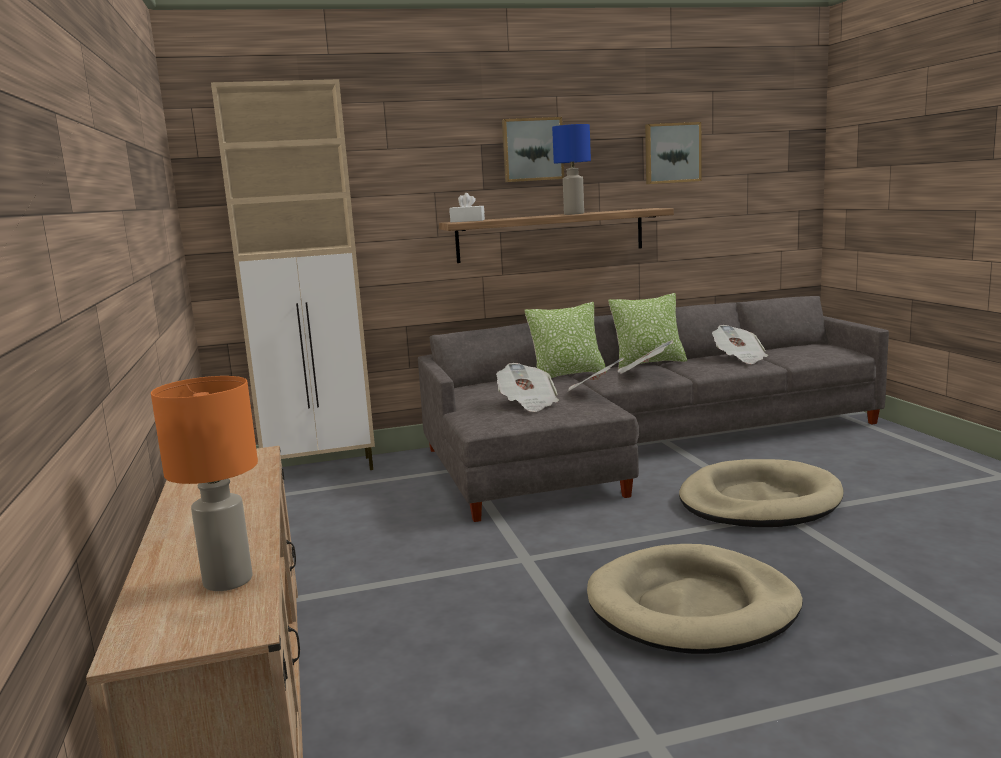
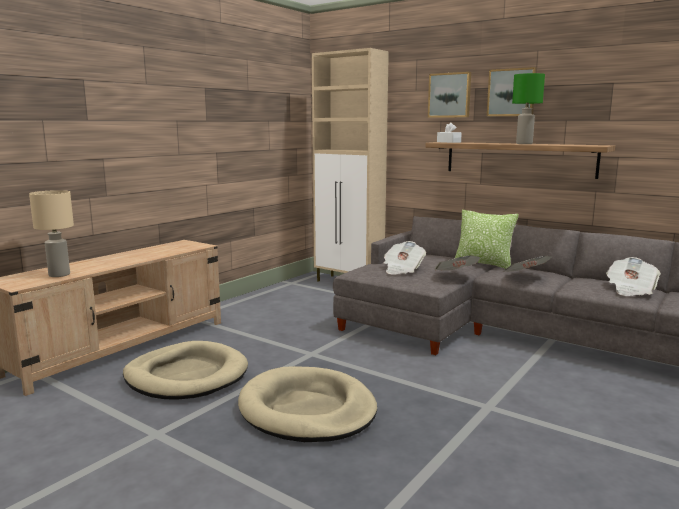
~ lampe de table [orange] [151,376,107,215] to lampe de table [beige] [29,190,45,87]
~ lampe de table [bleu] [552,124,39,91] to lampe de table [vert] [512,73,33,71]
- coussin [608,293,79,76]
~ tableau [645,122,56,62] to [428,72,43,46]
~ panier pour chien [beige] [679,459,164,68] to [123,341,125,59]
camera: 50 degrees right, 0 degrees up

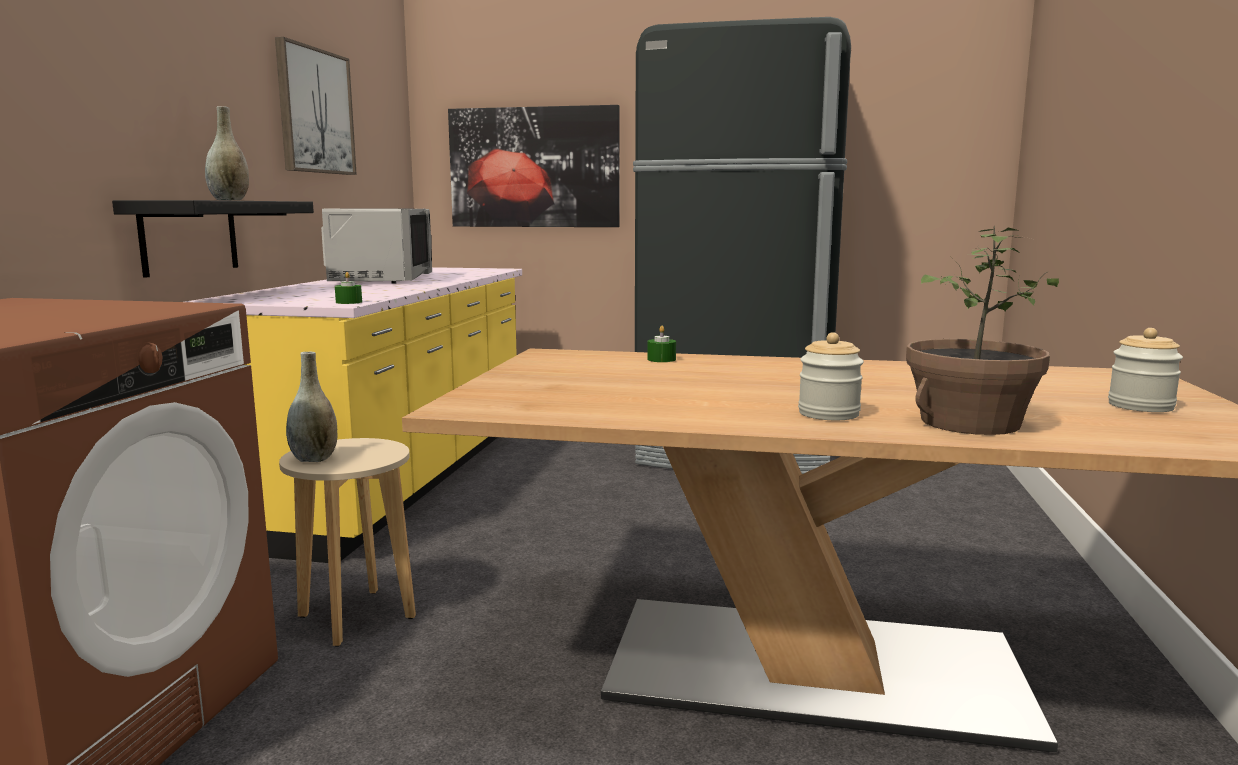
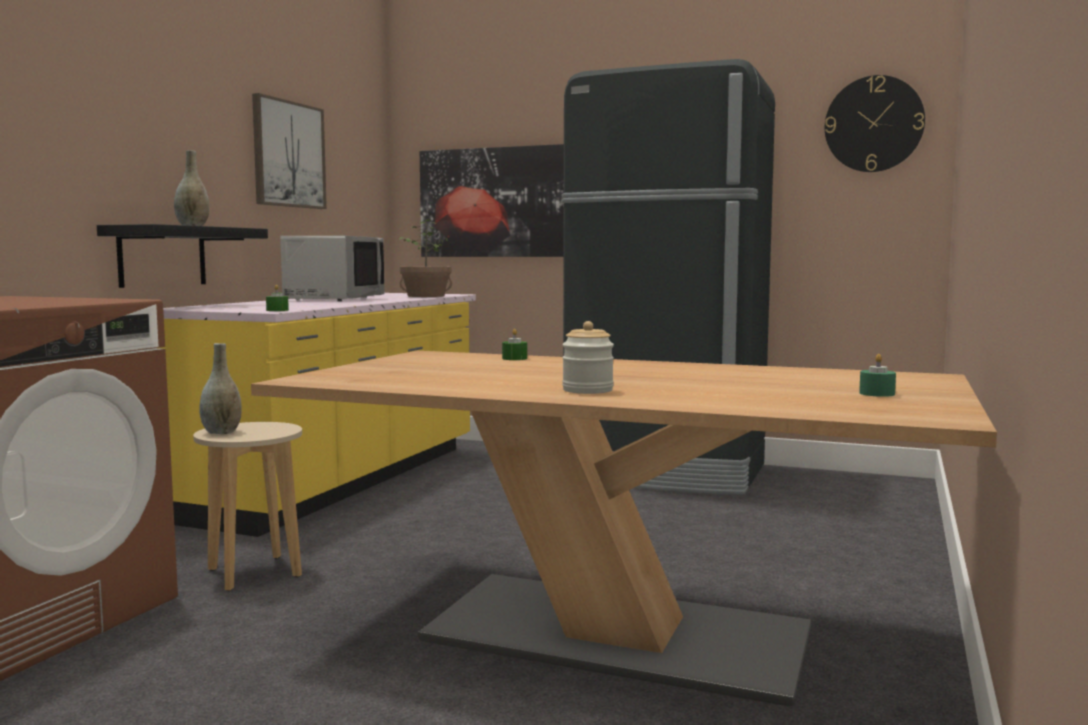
~ plante en pot [906,226,153,209] to [398,219,54,78]
~ bocal [1108,328,75,84] to bougie [vert] [859,354,37,43]
+ horloge murale [825,75,100,97]
camera: 10 degrees right, 5 degrees down

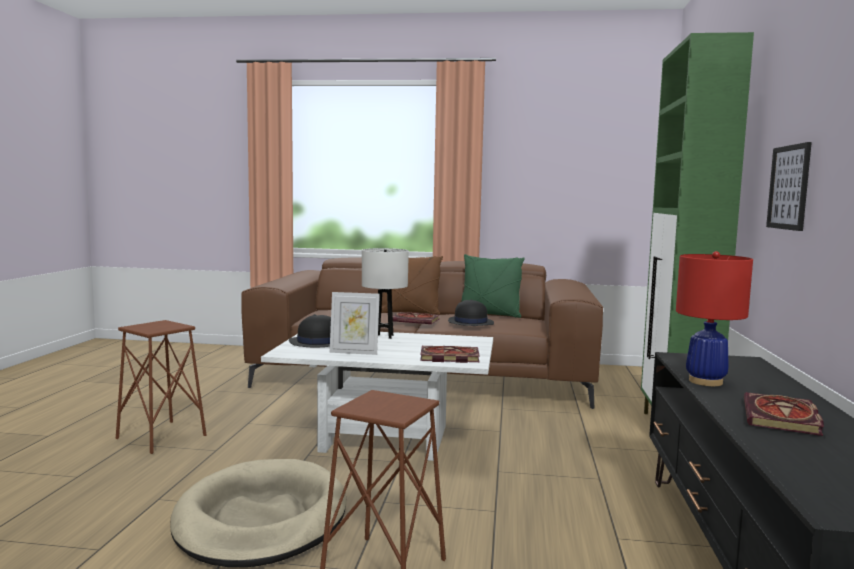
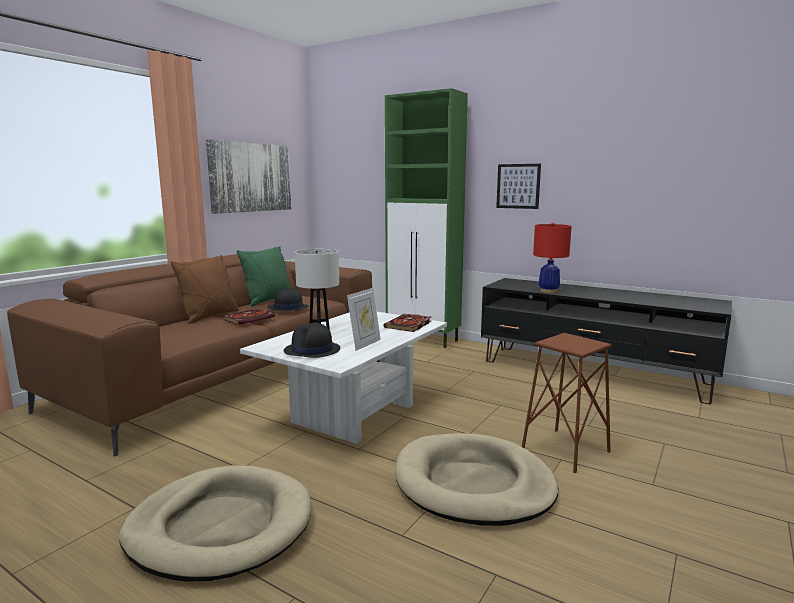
~ tabouret [marron] [116,320,90,134] to panier pour chien [beige] [119,465,192,117]
- livre [744,392,80,44]
+ tableau [206,140,85,74]
camera: 65 degrees left, 5 degrees up

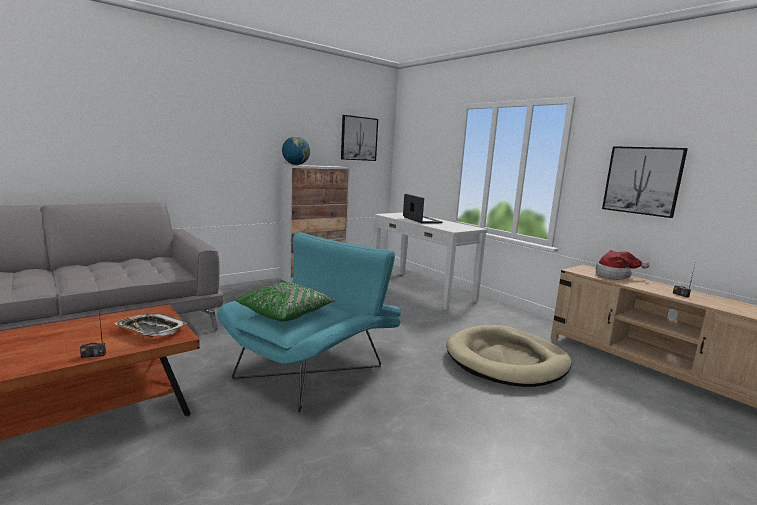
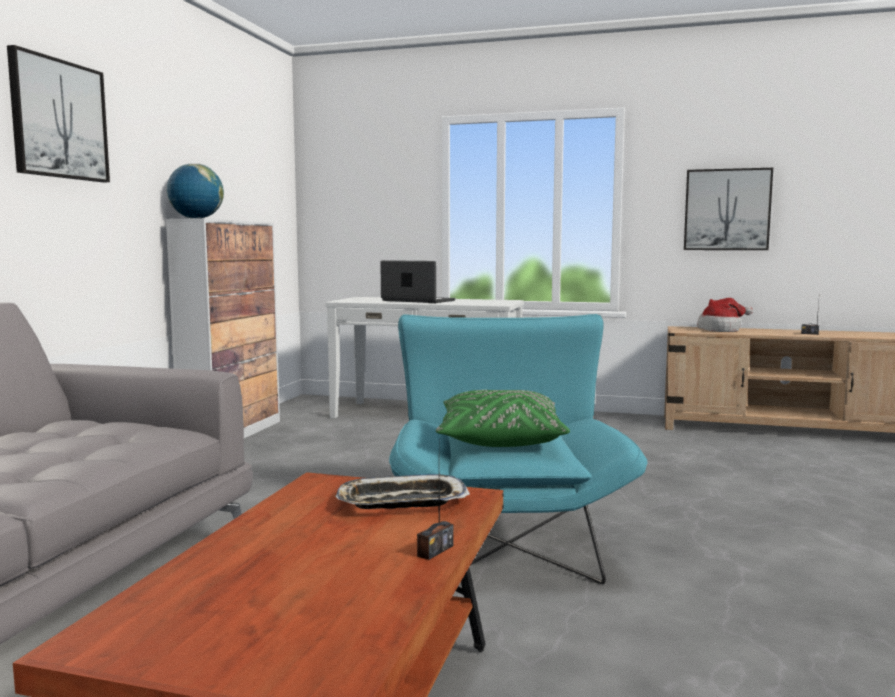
~ tableau [341,115,37,46] to [7,45,103,137]
- panier pour chien [beige] [446,325,125,62]
camera: 35 degrees left, 5 degrees down

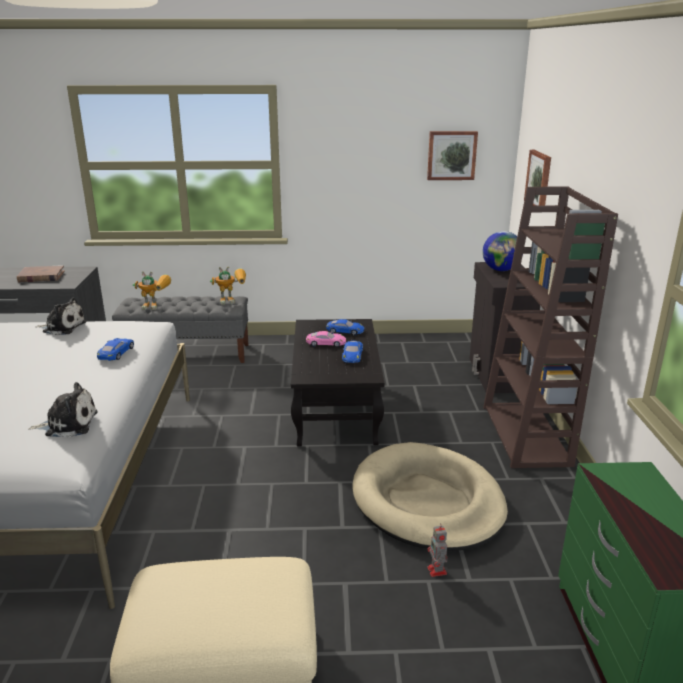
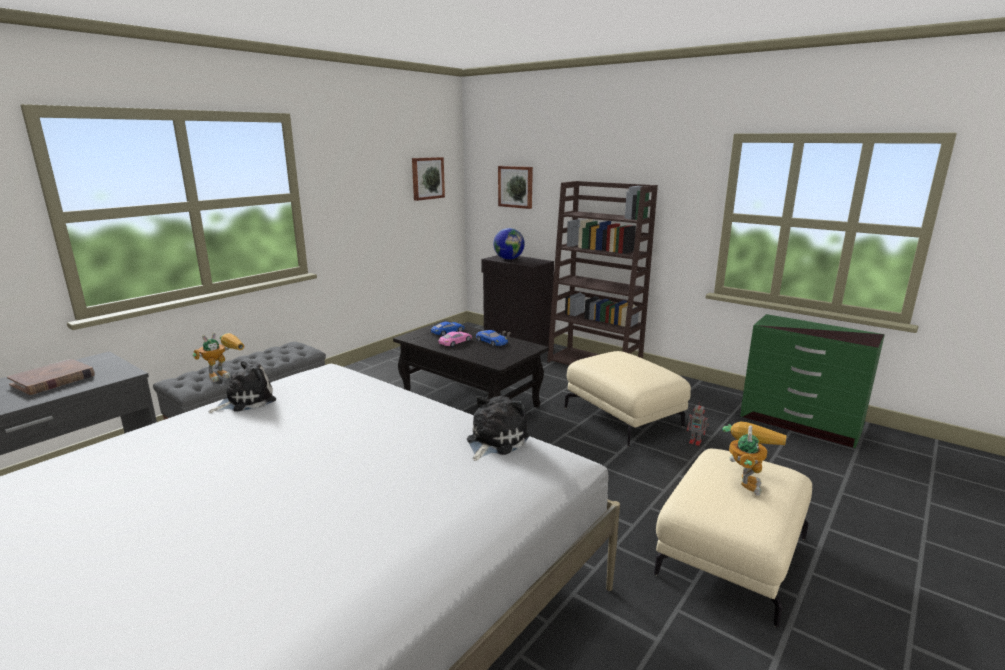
- petite voiture [bleu] [97,338,37,23]
~ robot jouet [210,266,36,39] to [723,422,64,74]
~ panier pour chien [beige] [352,442,156,109] to pouf [beige] [565,351,126,96]
camera: 50 degrees left, 5 degrees down

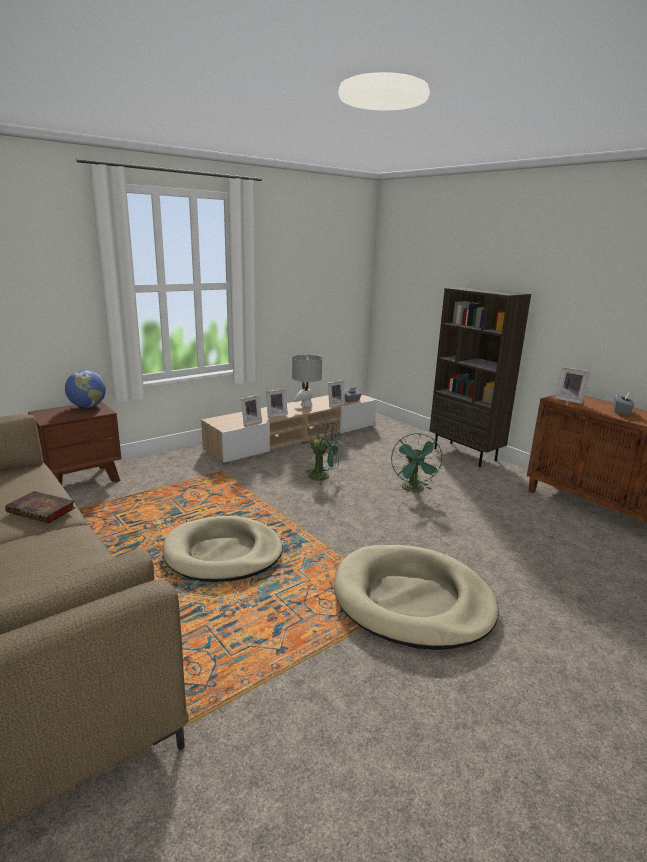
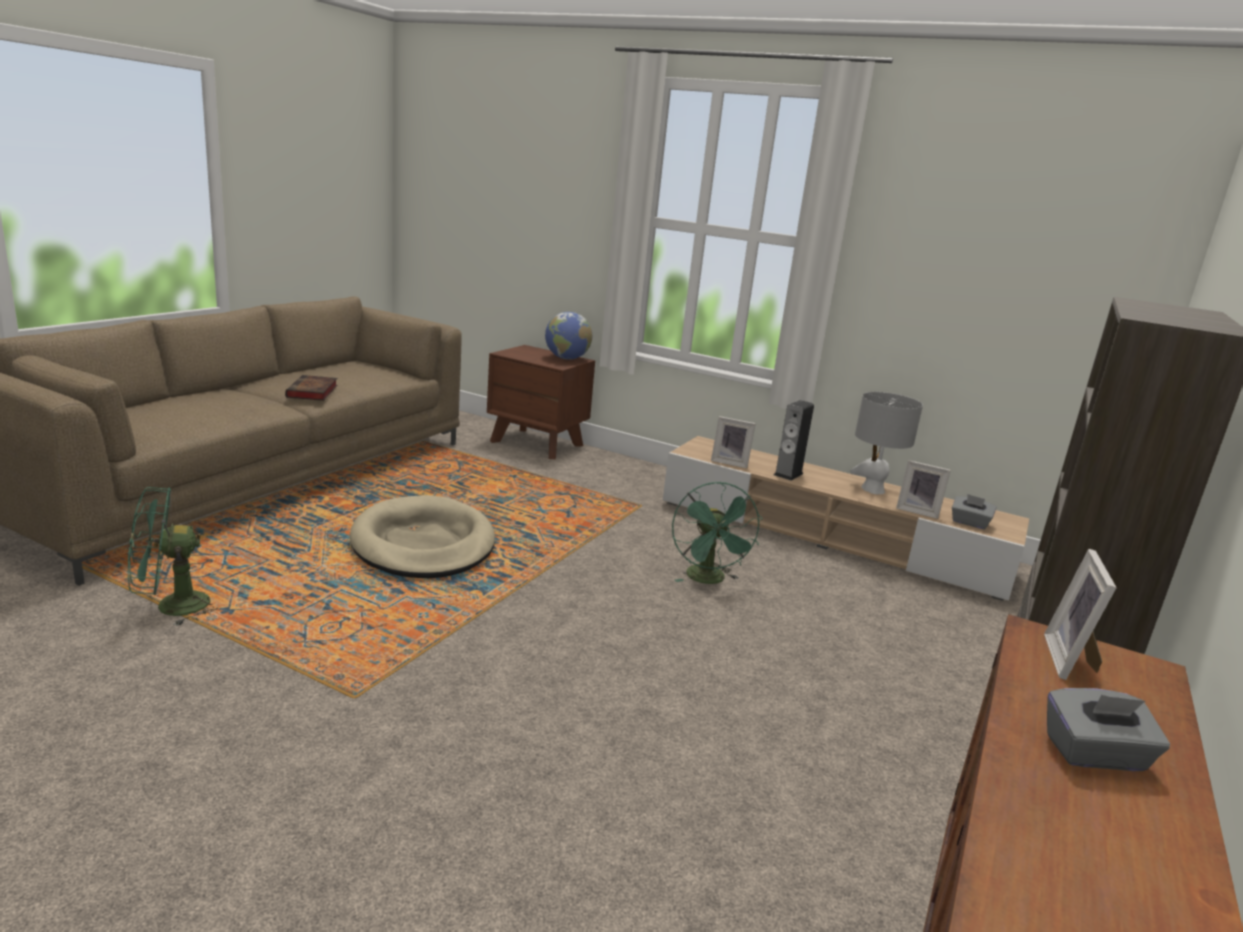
~ cadre photo [266,389,22,29] to enceinte [774,400,40,81]
- panier pour chien [beige] [334,545,165,105]
~ ventilateur [vert] [391,433,52,59] to [128,487,90,139]
camera: 65 degrees right, 0 degrees up

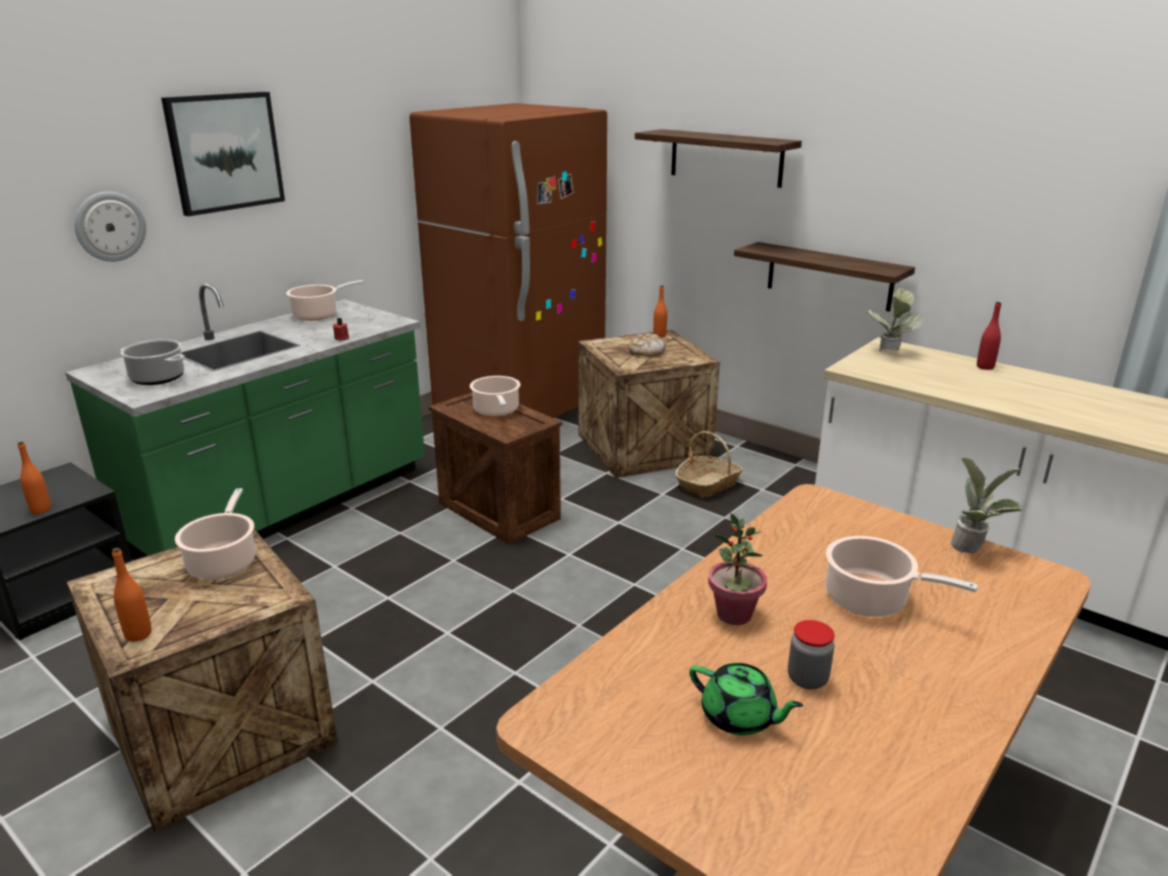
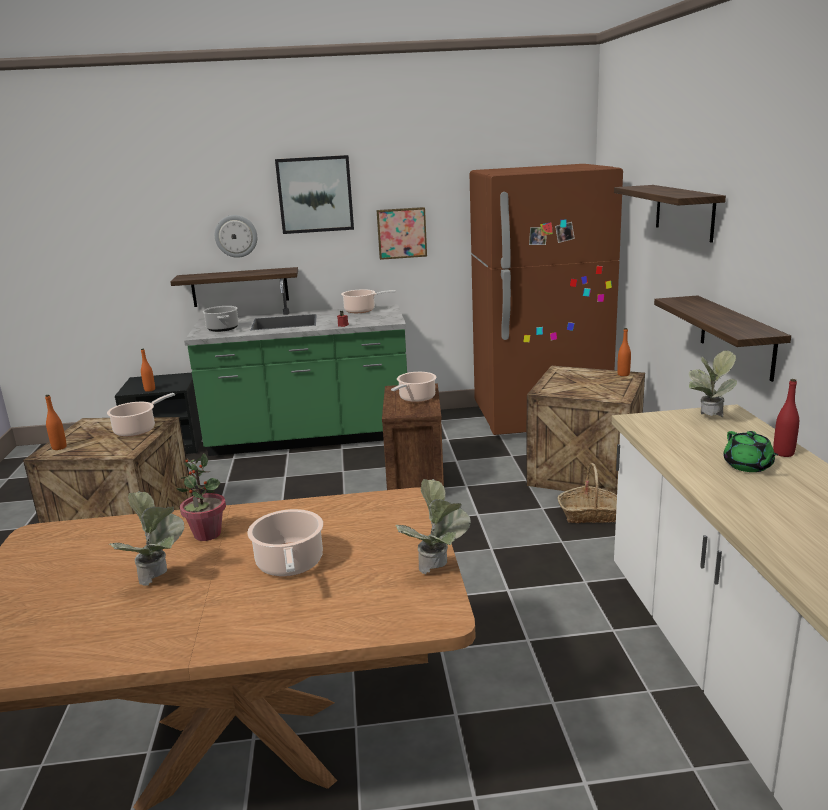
- pain [628,334,37,22]
~ théière [vert] [690,663,113,72] to [723,431,55,41]
~ bocal [788,620,47,70] to plante en pot [109,491,76,95]
+ étagère [170,267,128,40]
+ tableau [377,207,50,53]
camera: 45 degrees right, 5 degrees down

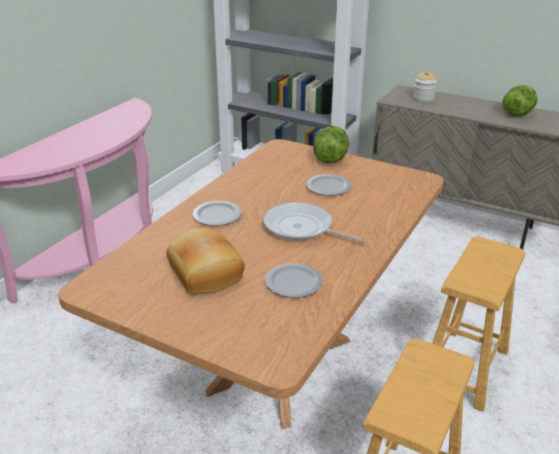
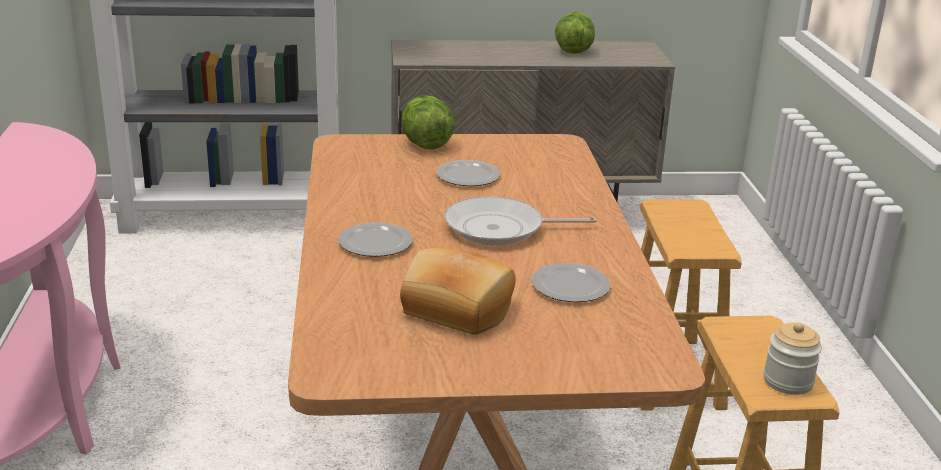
~ bocal [413,71,24,31] to [763,322,59,73]
camera: 35 degrees left, 5 degrees down

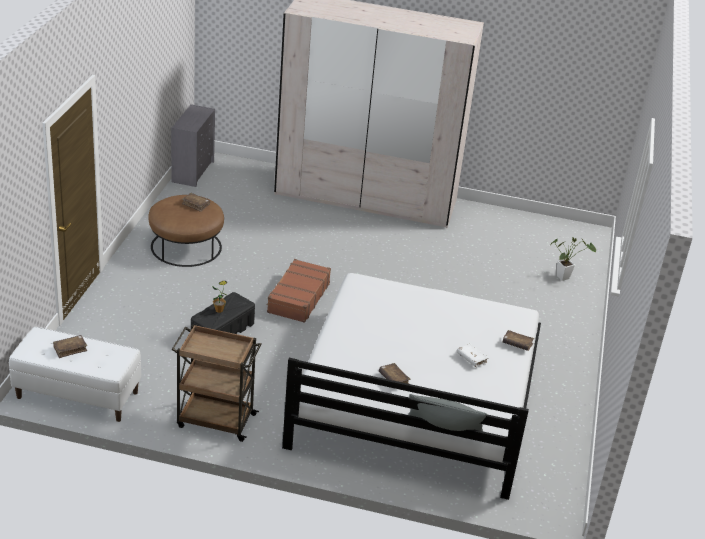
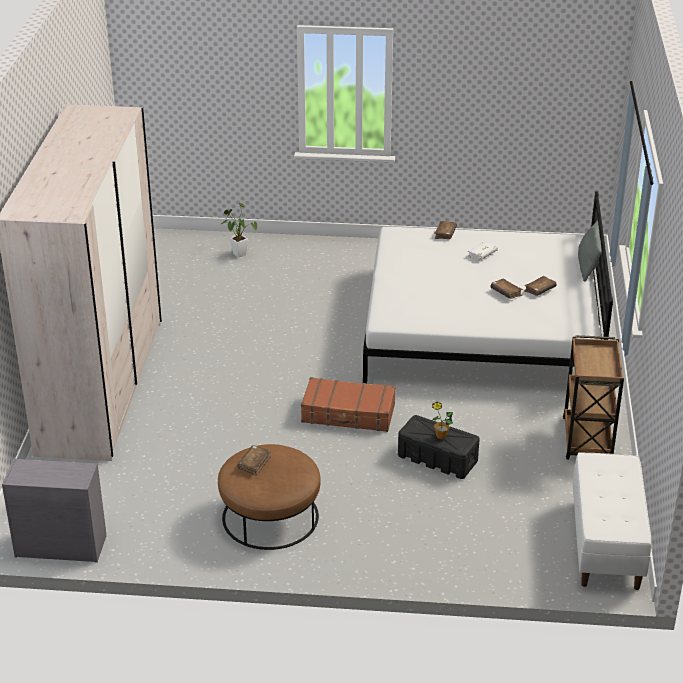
~ livre [marron] [53,335,34,23] to [490,278,33,21]
camera: 95 degrees left, 0 degrees up

